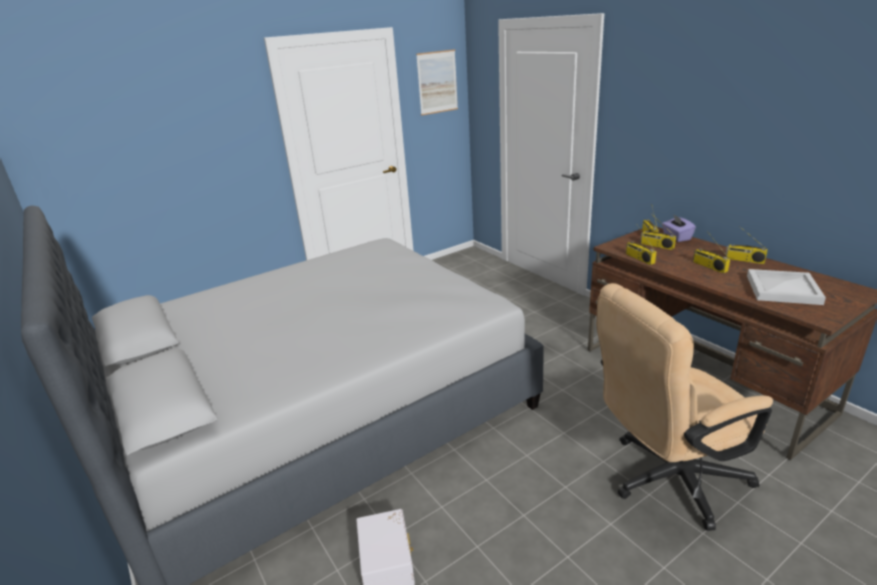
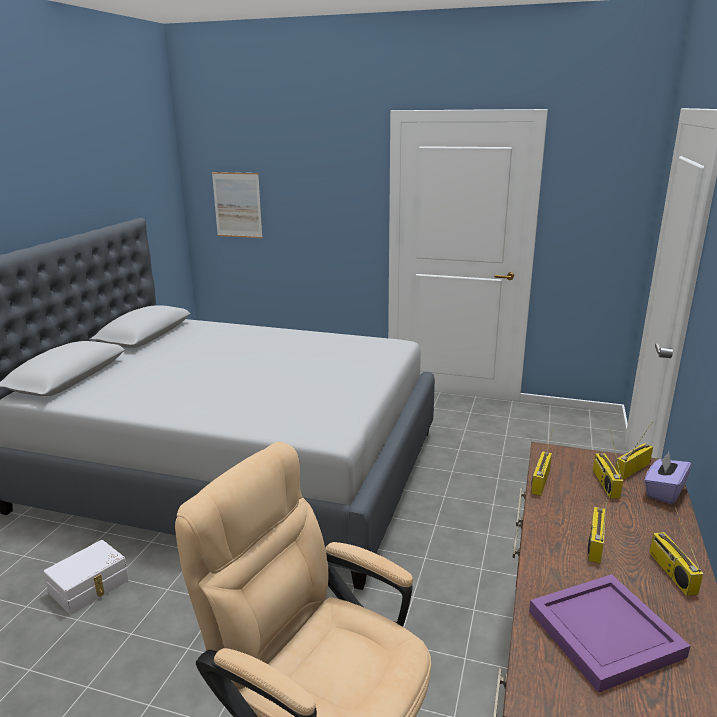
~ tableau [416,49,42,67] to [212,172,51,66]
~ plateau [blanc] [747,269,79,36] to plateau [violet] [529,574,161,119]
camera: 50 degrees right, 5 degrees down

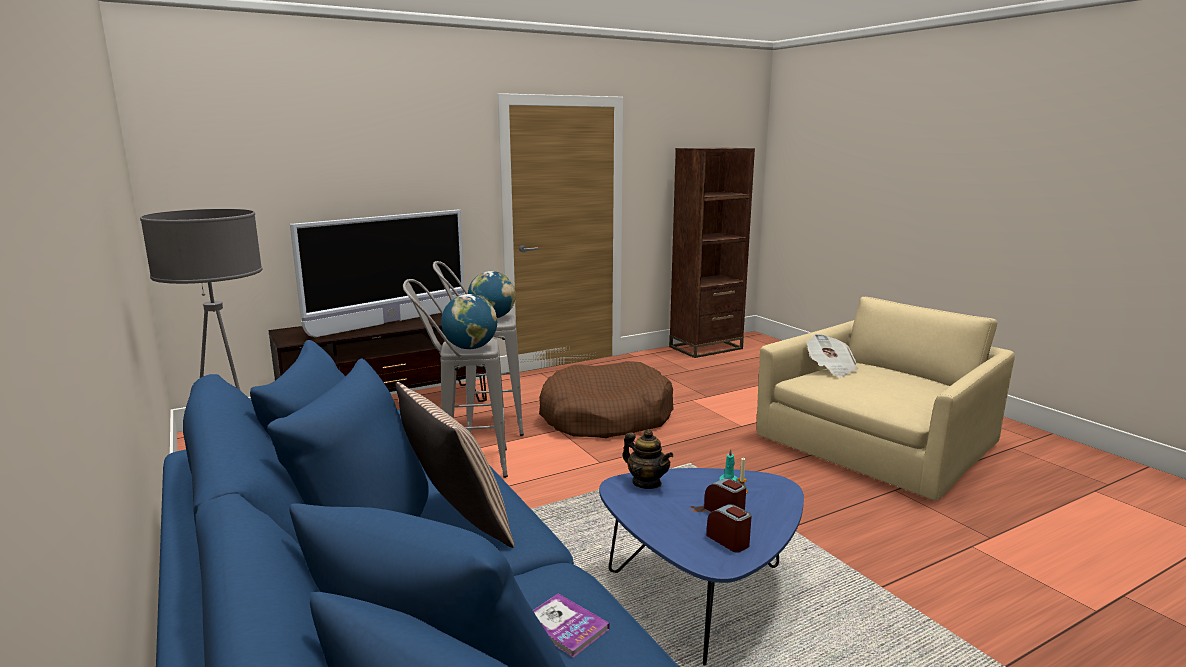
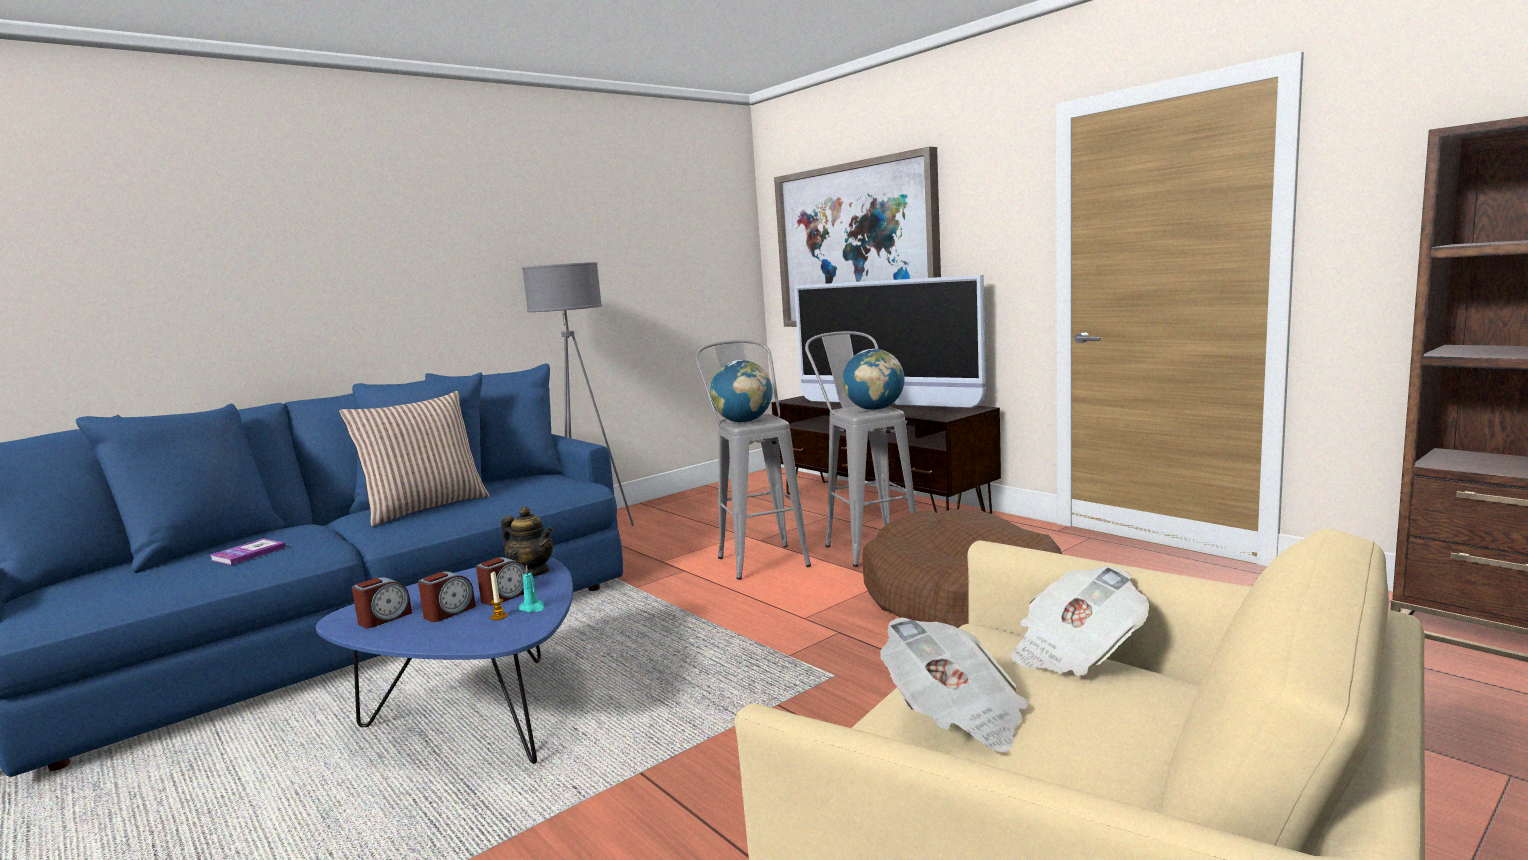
~ théière [623,429,50,60] = [501,507,52,69] 90 degrees counterclockwise
+ réveil [476,557,50,49]
+ tableau [774,147,167,180]
+ journal [880,617,148,135]
camera: 80 degrees right, 5 degrees down

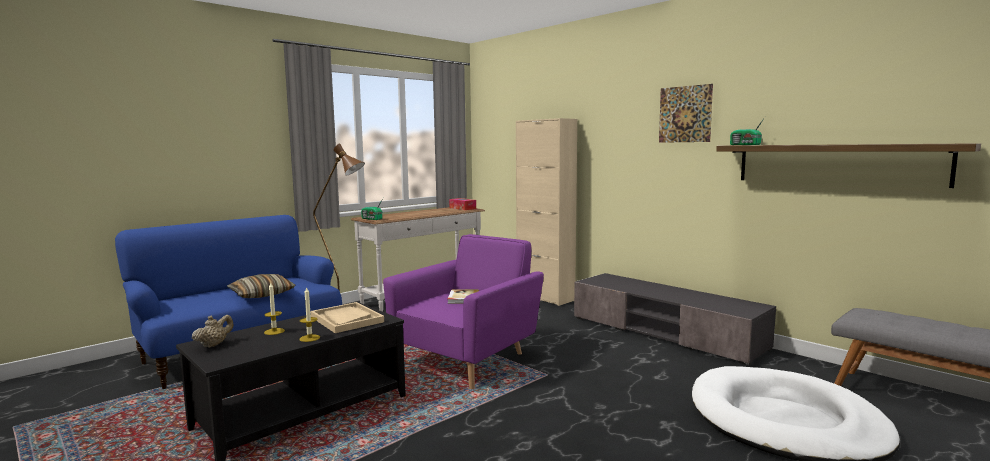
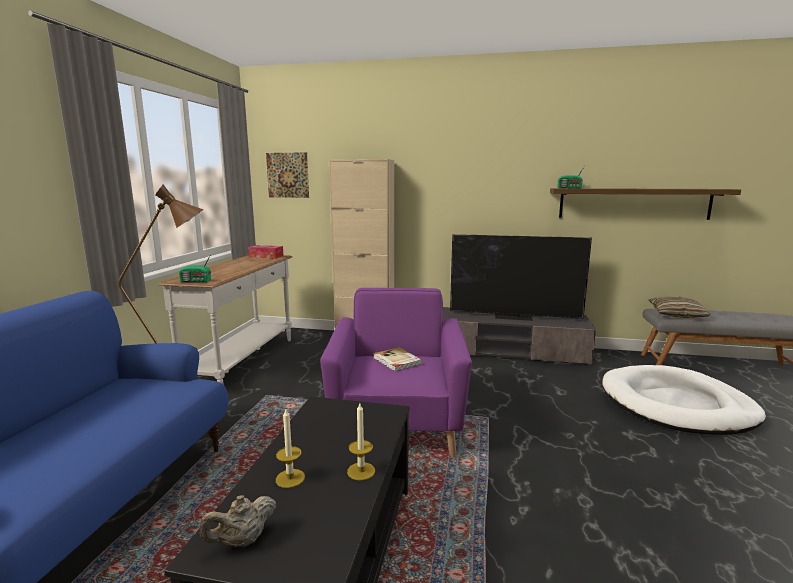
~ théière [beige] [192,315,42,33] = [200,495,76,52] 120 degrees counterclockwise
~ coussin [227,274,69,24] to [648,296,63,22]
- plateau [beige] [311,302,73,31]
~ tableau [659,84,54,59] to [266,152,43,46]
+ téléviseur [450,234,142,87]
camera: 35 degrees left, 5 degrees up

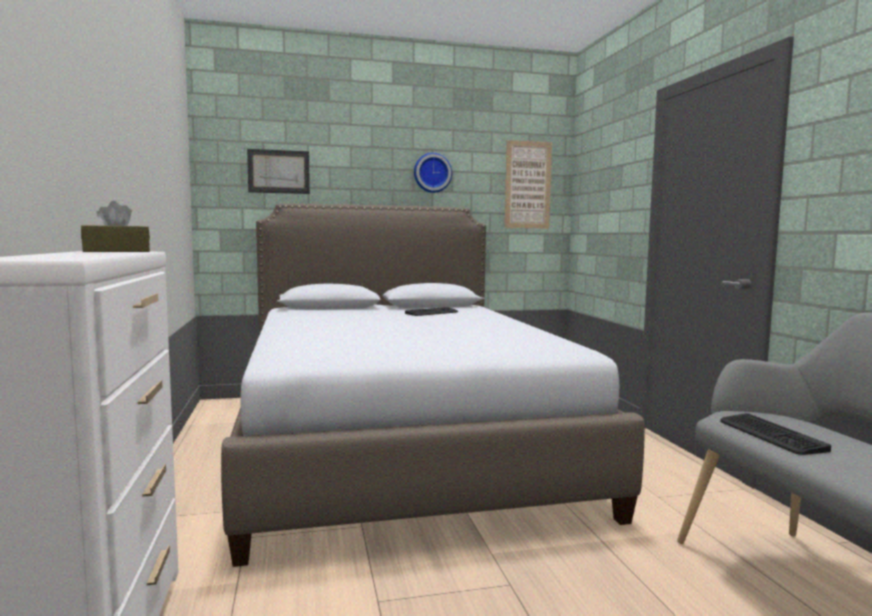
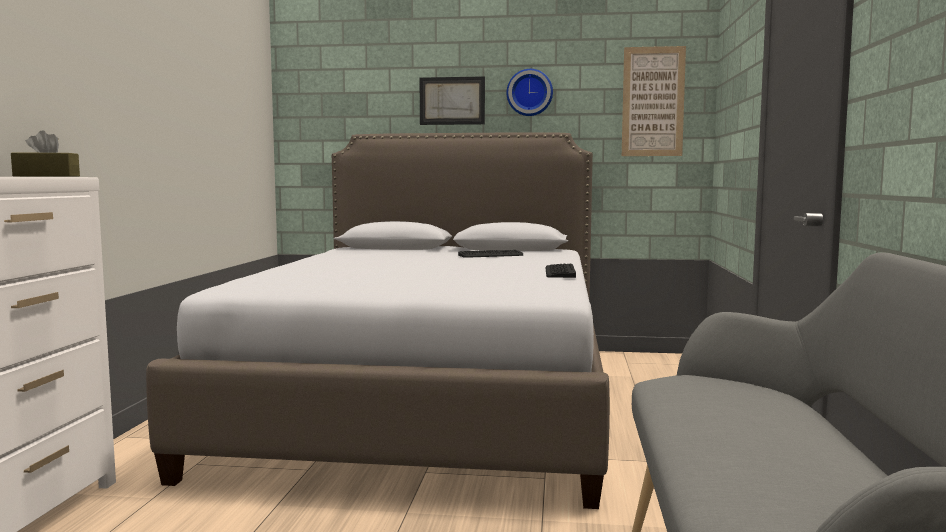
~ tableau [247,149,63,45] to [420,76,65,49]
~ clavier [720,413,111,42] to [546,263,30,15]
camera: 20 degrees right, 0 degrees up

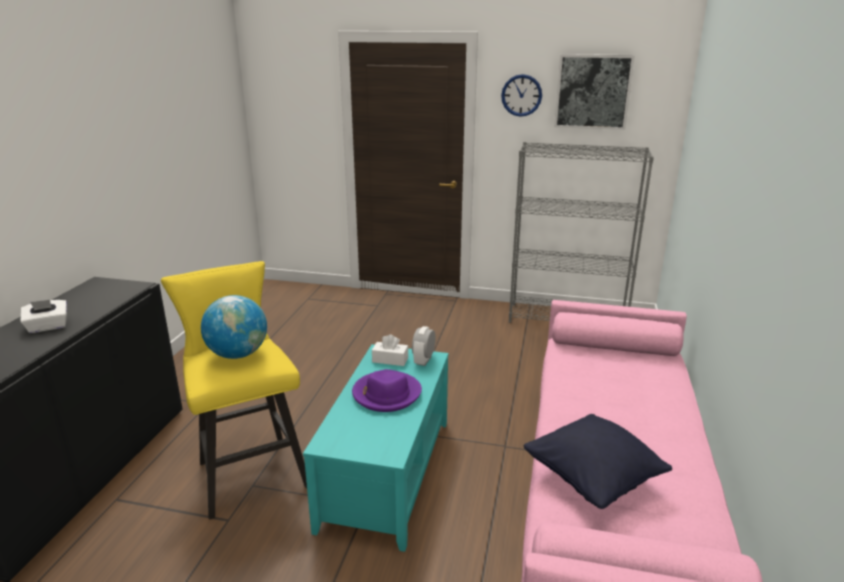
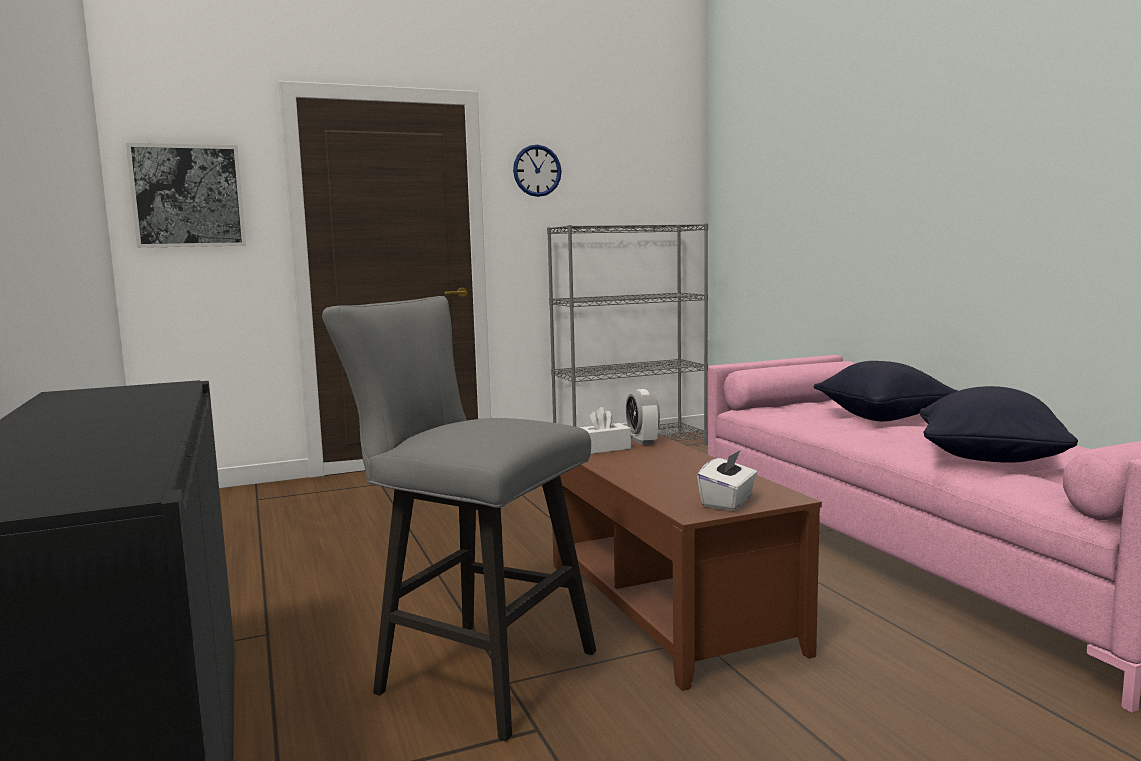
~ boîte à mouchoirs [blanc] [20,300,47,33] to [697,450,60,61]
~ tabouret [jaune] [161,261,146,259] to tabouret [gris] [322,296,274,445]
- globe [201,295,66,64]
~ table basse [turquoise] [303,344,146,208] to table basse [marron] [552,434,270,257]
- chapeau [violet] [352,369,70,43]
~ tableau [554,54,81,76] to [126,143,120,105]
+ coussin [noir] [814,361,144,60]
camera: 35 degrees left, 15 degrees down

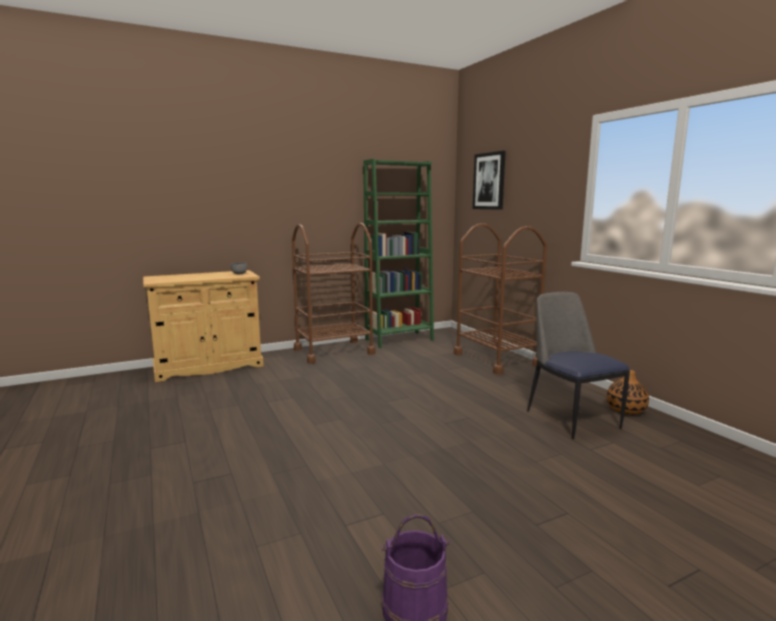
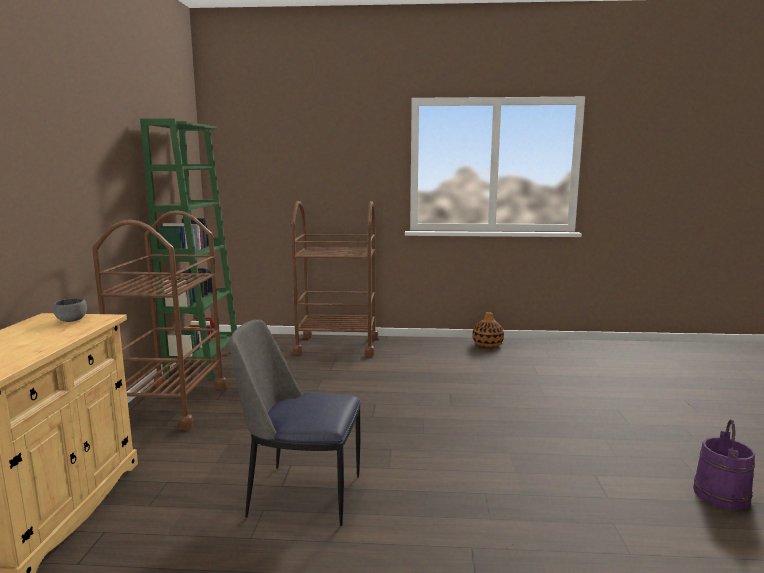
- tableau [473,151,33,59]
~ chaise [527,292,103,147] to [230,319,131,207]
camera: 60 degrees left, 0 degrees up

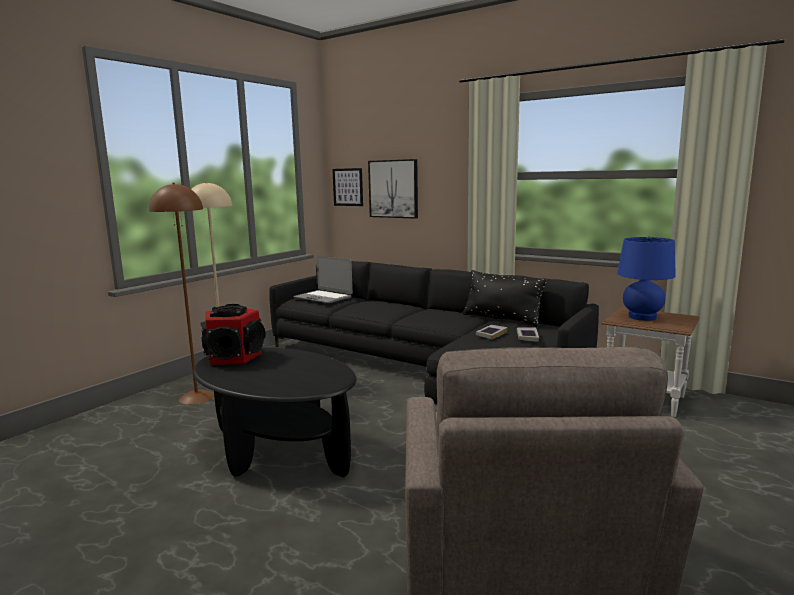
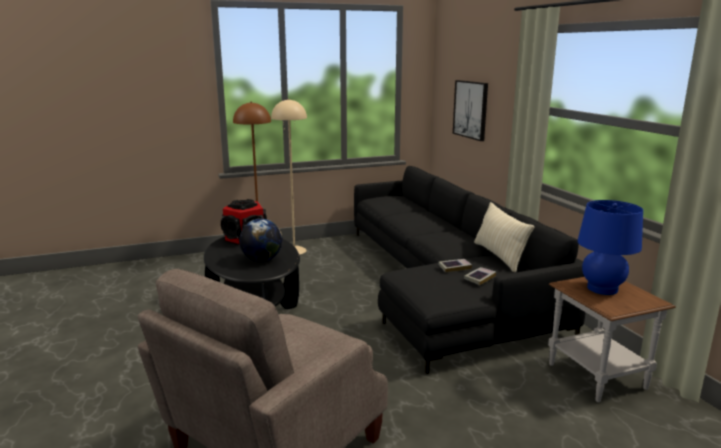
- ordinateur portable [294,256,59,47]
- tableau [332,168,31,38]
~ coussin [noir] [463,270,84,57] to coussin [beige] [474,202,60,70]
+ globe [239,219,44,43]
camera: 35 degrees right, 5 degrees up

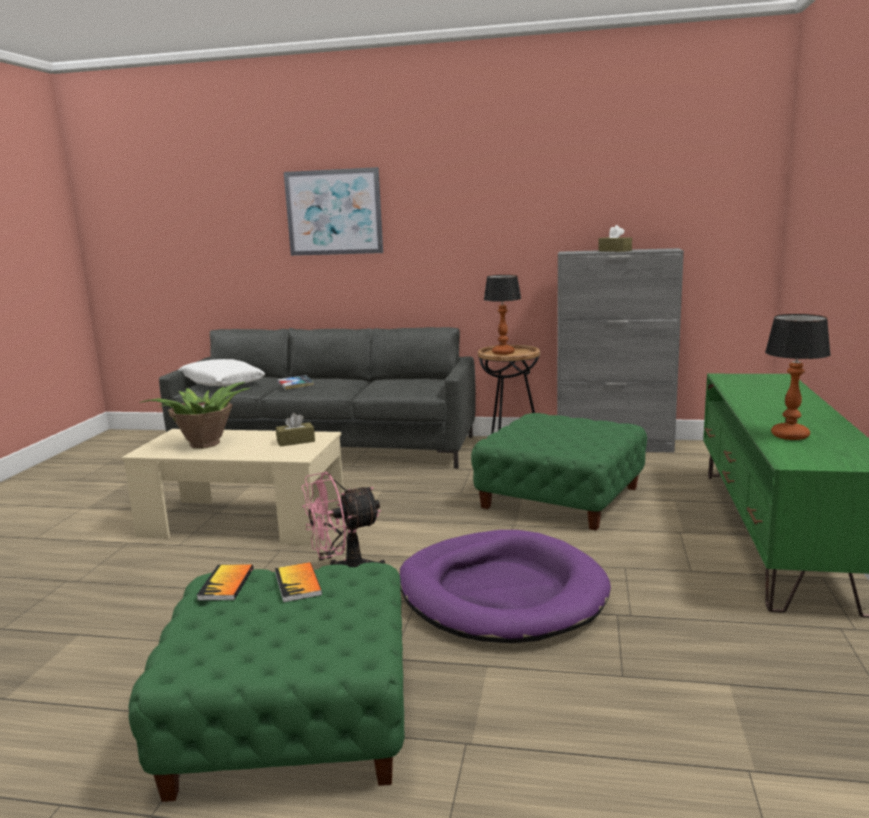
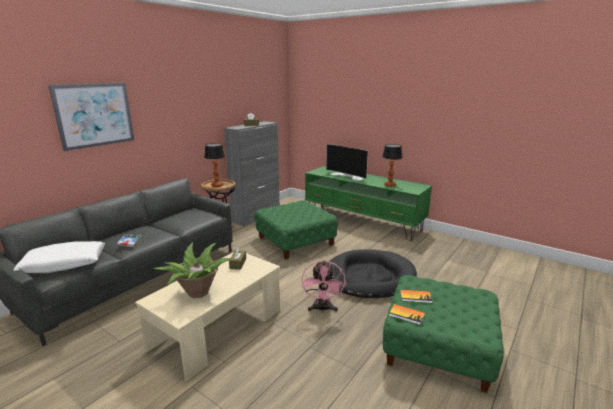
~ panier pour chien [violet] [399,530,212,113] to panier pour chien [noir] [329,249,88,49]
+ téléviseur [326,144,42,37]
camera: 65 degrees left, 5 degrees up

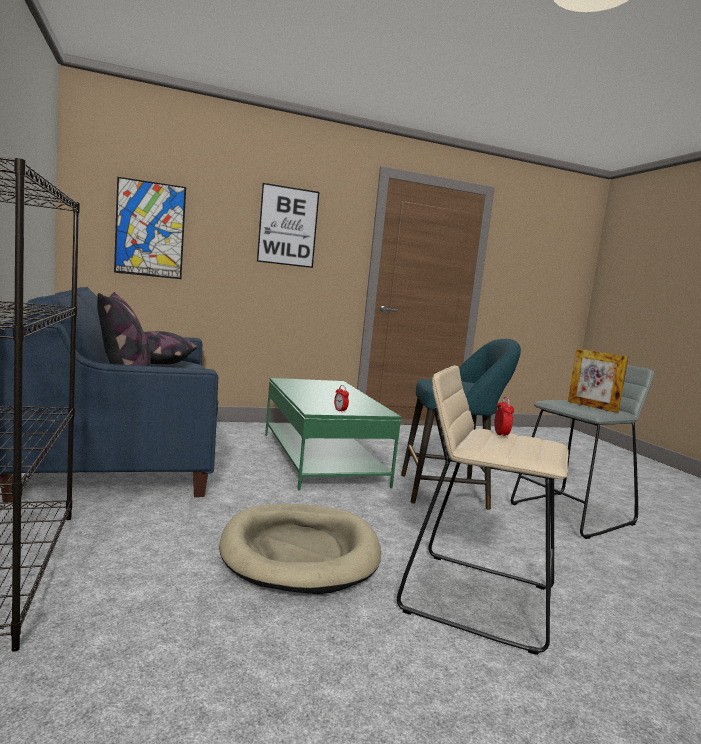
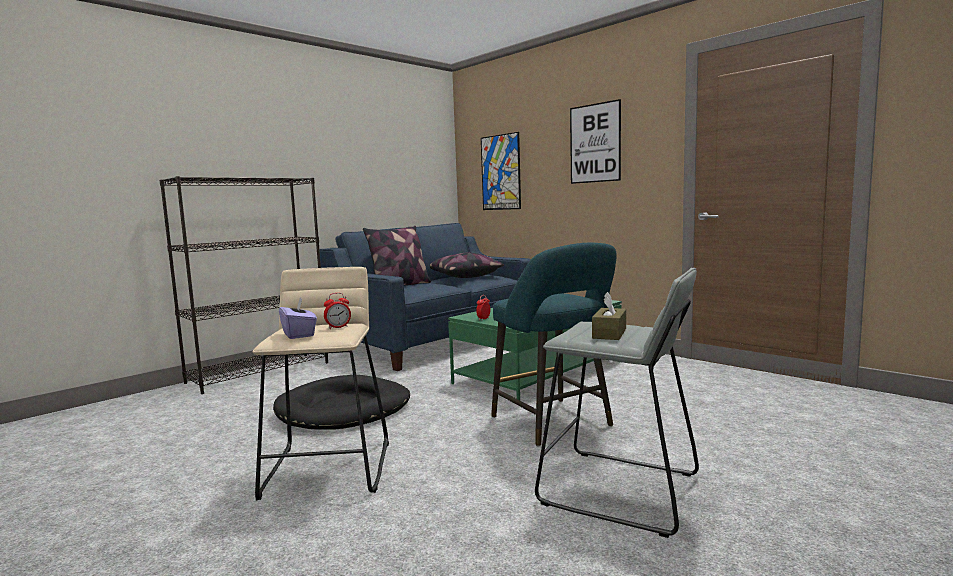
~ panier pour chien [beige] [219,504,162,90] to panier pour chien [noir] [273,375,137,55]
~ cadre photo [568,348,61,65] to boîte à mouchoirs [marron] [592,292,34,48]
+ boîte à mouchoirs [violet] [279,298,38,41]
camera: 65 degrees right, 0 degrees up

